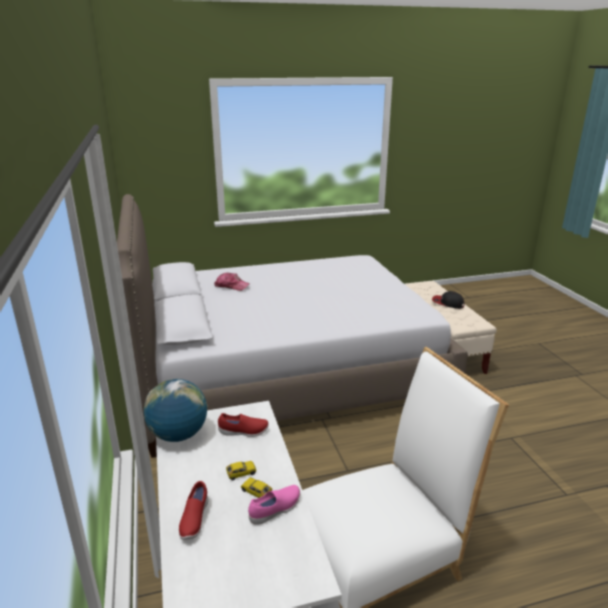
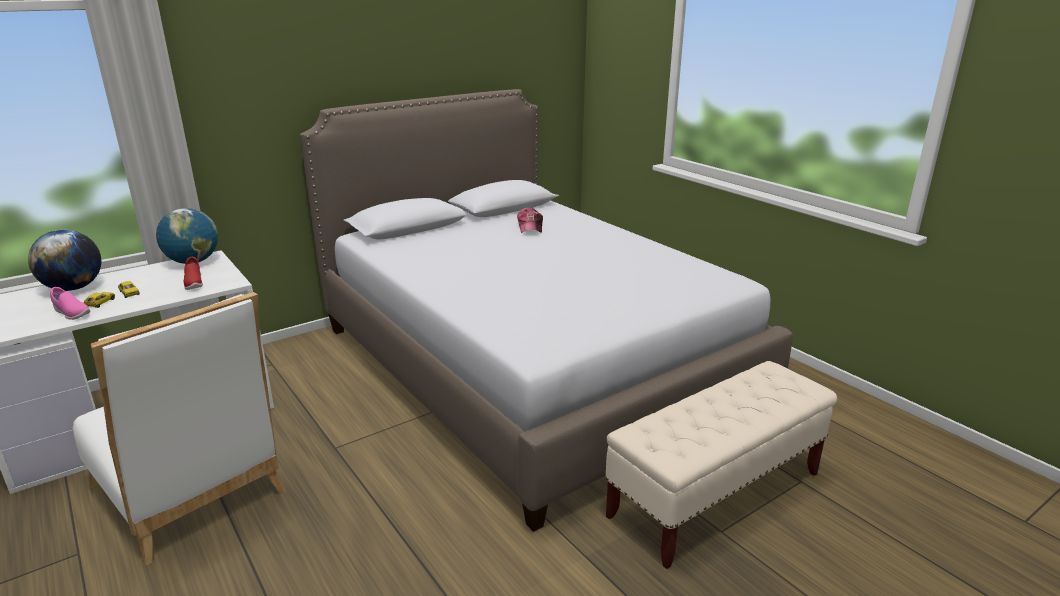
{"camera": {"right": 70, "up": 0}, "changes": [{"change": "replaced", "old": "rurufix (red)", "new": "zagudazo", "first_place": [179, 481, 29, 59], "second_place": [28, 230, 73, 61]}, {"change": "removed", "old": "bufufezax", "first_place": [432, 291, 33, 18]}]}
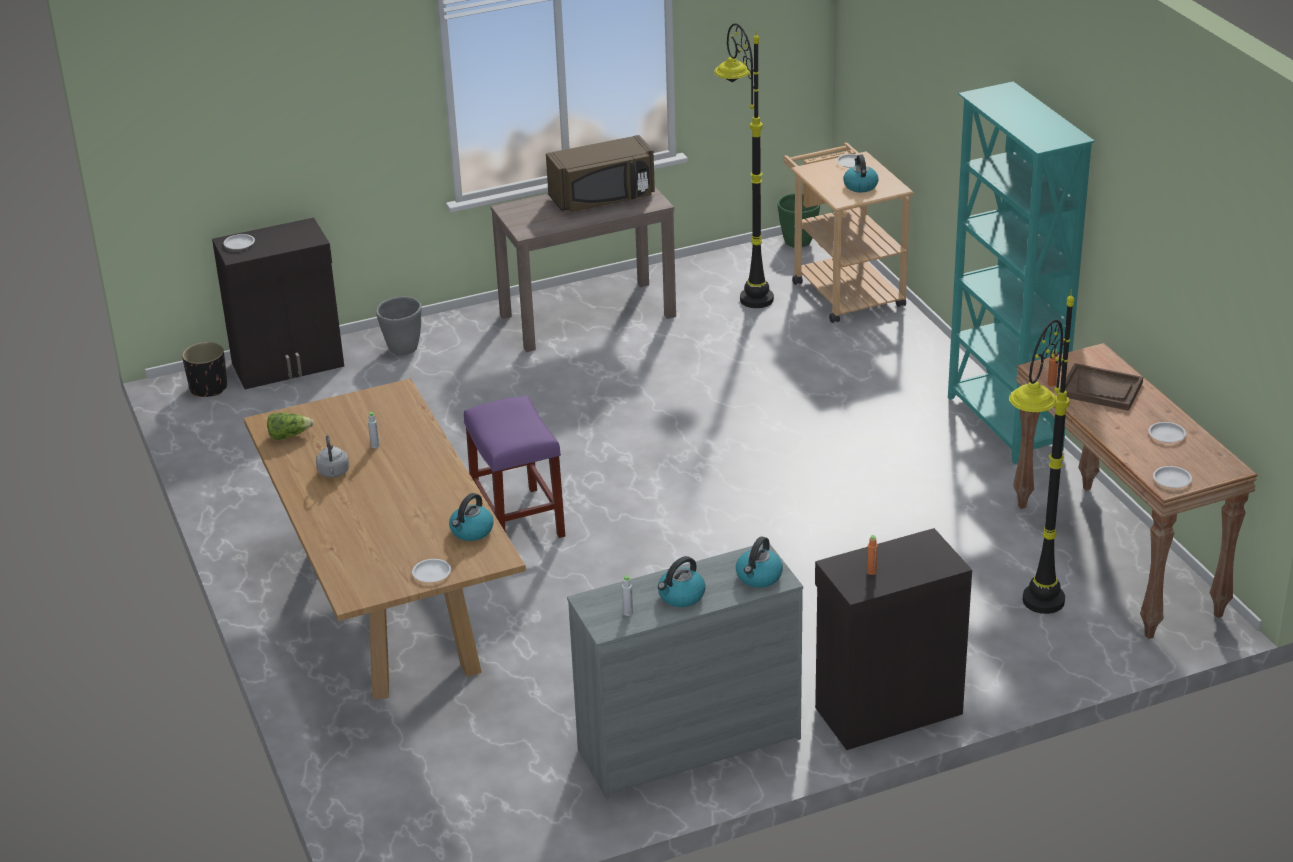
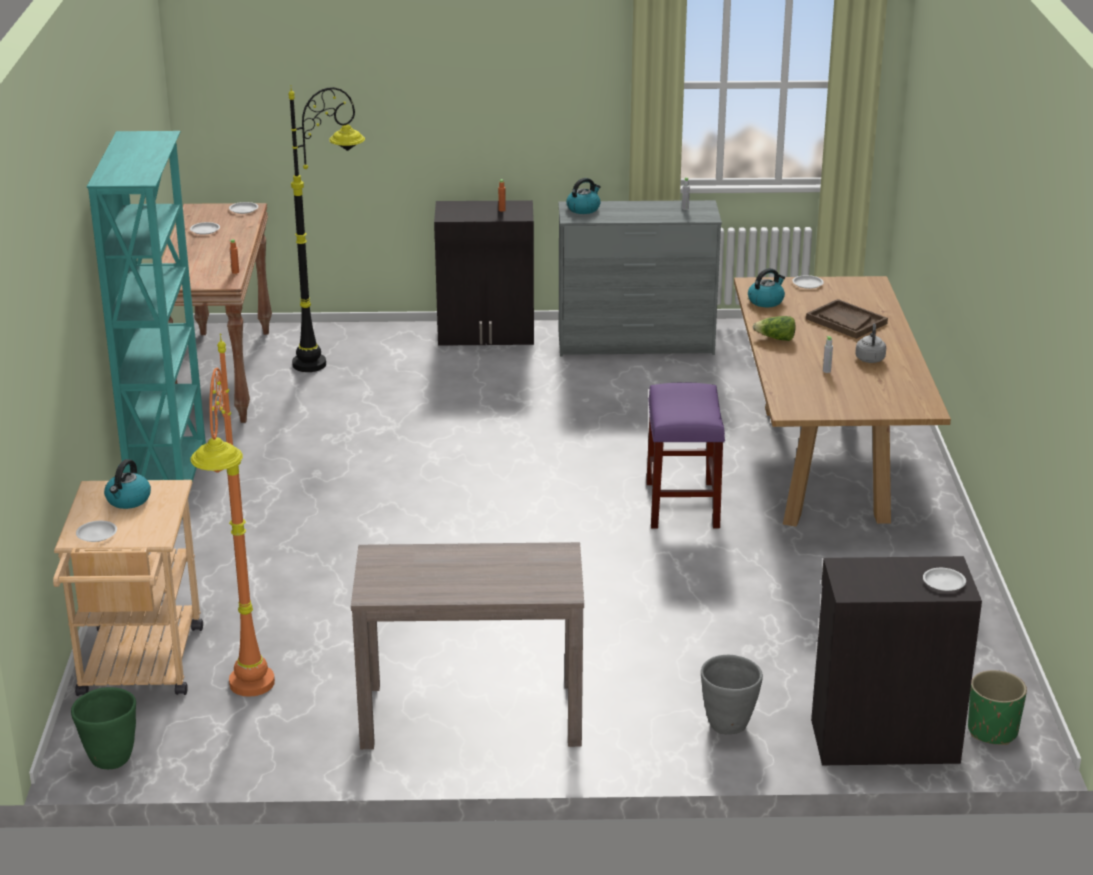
{"camera": {"right": -160, "up": -5}, "changes": [{"change": "recoloured", "old": "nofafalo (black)", "new": "nofafalo (green)", "first_place": [182, 342, 45, 55], "second_place": [968, 670, 59, 75]}, {"change": "moved", "old": "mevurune", "first_place": [267, 413, 47, 27], "second_place": [753, 316, 42, 25]}, {"change": "removed", "old": "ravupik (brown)", "first_place": [546, 135, 109, 77]}, {"change": "removed", "old": "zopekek", "first_place": [658, 556, 48, 51]}, {"change": "recoloured", "old": "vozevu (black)", "new": "vozevu (orange)", "first_place": [714, 23, 60, 285], "second_place": [191, 333, 84, 364]}, {"change": "moved", "old": "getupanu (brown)", "first_place": [1065, 363, 78, 48], "second_place": [806, 299, 82, 40]}]}
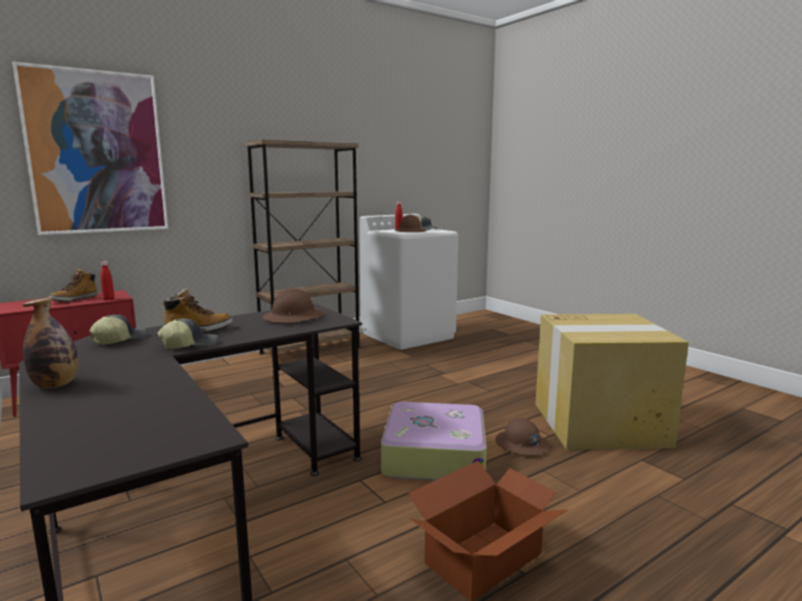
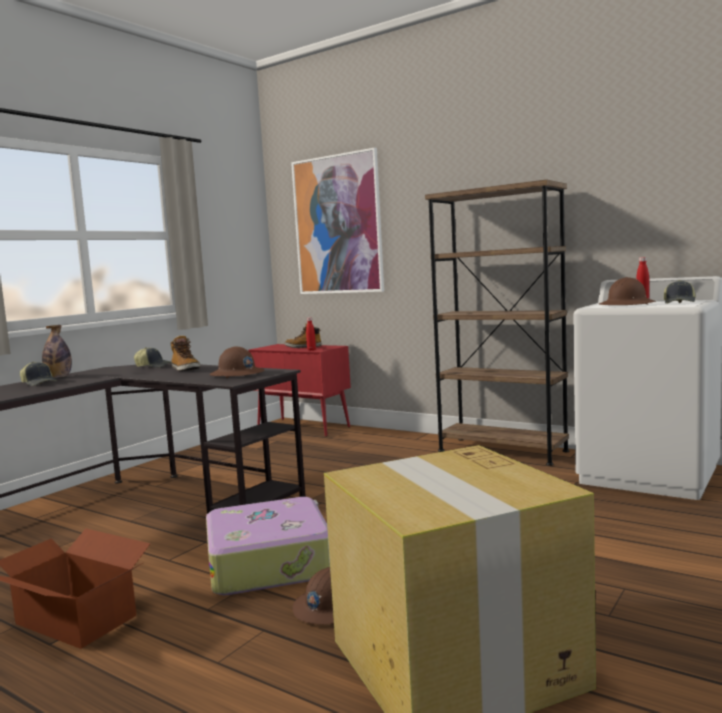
{"camera": {"right": 70, "up": -5}, "changes": [{"change": "moved", "old": "bufufezax", "first_place": [157, 319, 61, 30], "second_place": [20, 362, 37, 24]}]}
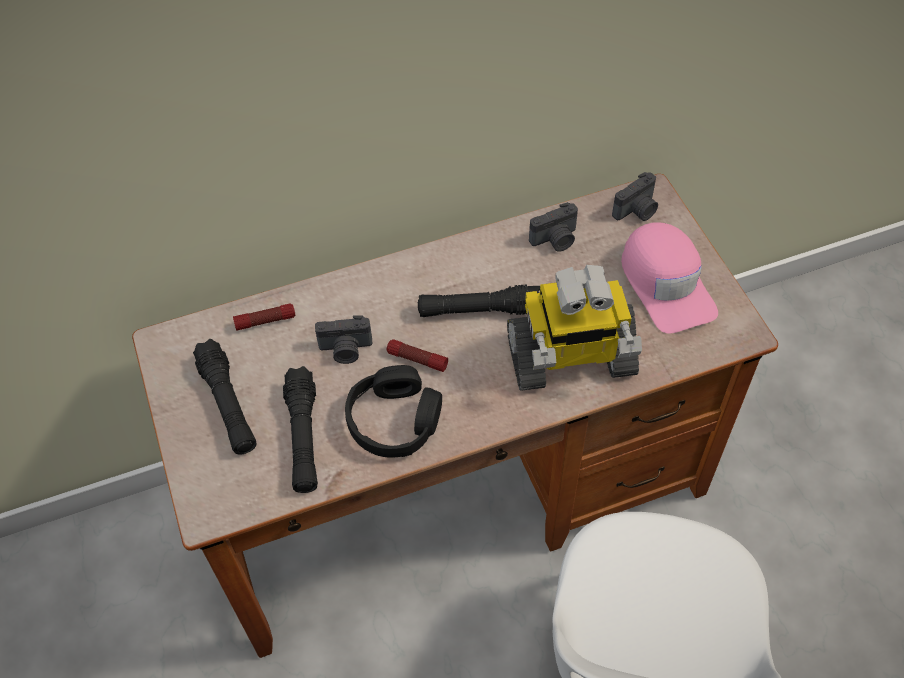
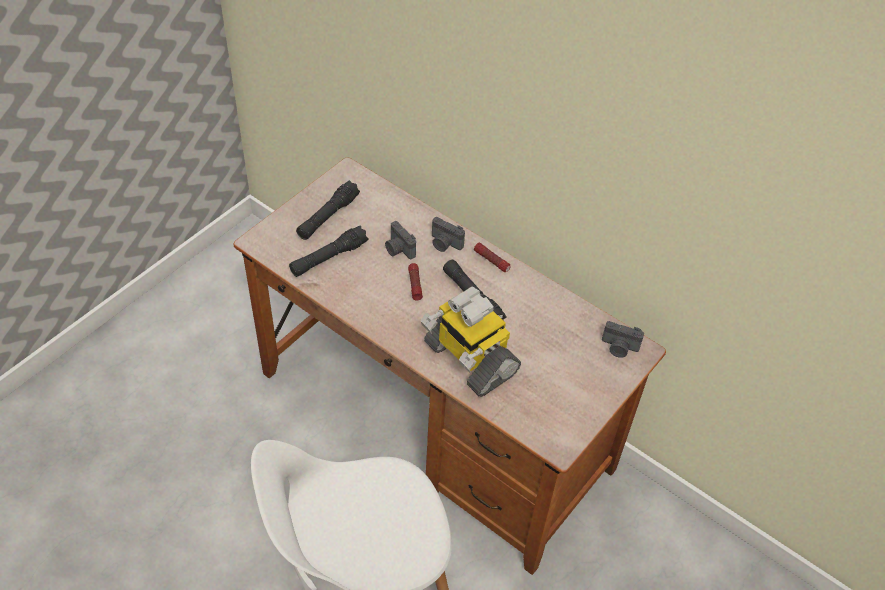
{"camera": {"right": 55, "up": -5}, "changes": [{"change": "moved", "old": "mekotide", "first_place": [233, 303, 62, 28], "second_place": [474, 242, 37, 30]}, {"change": "removed", "old": "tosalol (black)", "first_place": [345, 365, 97, 93]}, {"change": "moved", "old": "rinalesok", "first_place": [529, 202, 49, 49], "second_place": [432, 217, 33, 35]}, {"change": "removed", "old": "bufufezax (pink)", "first_place": [621, 222, 97, 112]}]}
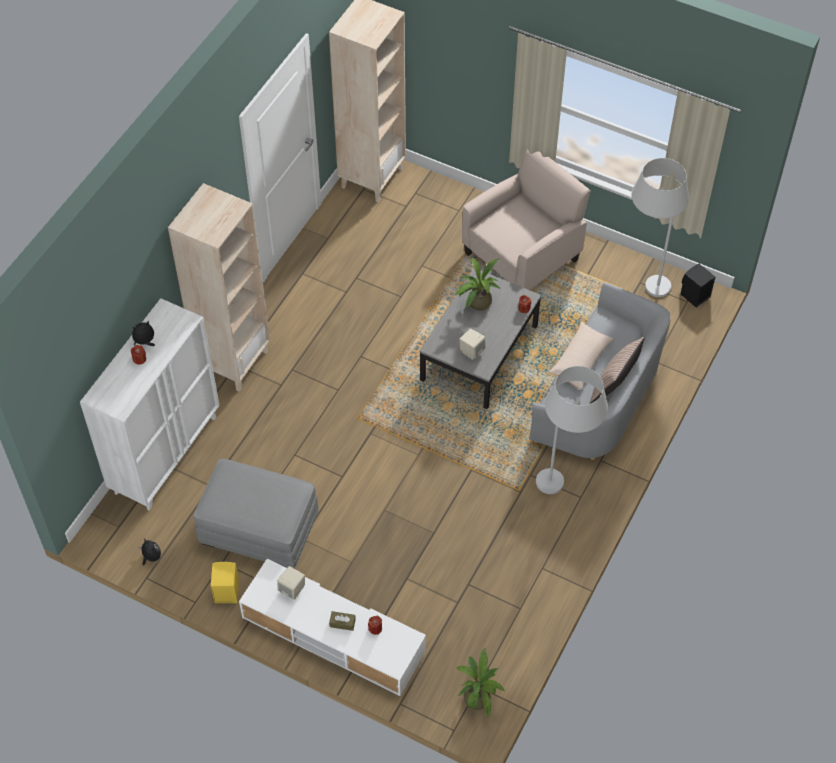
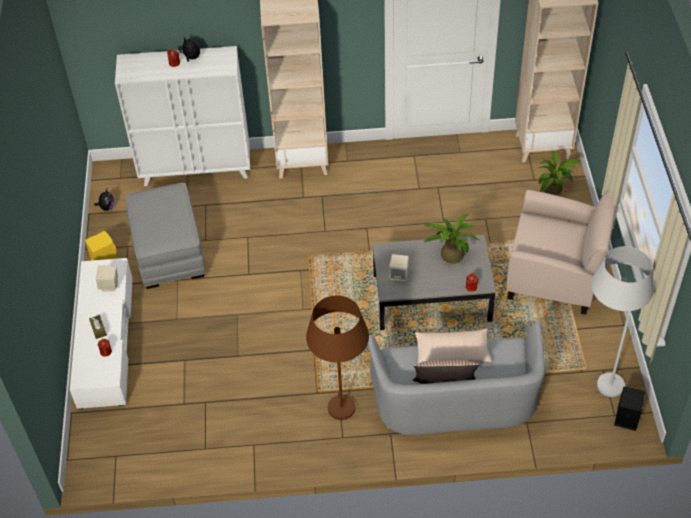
{"camera": {"right": 60, "up": -5}, "changes": [{"change": "moved", "old": "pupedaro", "first_place": [456, 649, 48, 69], "second_place": [538, 151, 42, 45]}, {"change": "recoloured", "old": "vozevu (white)", "new": "vozevu (brown)", "first_place": [536, 366, 72, 128], "second_place": [306, 296, 63, 124]}]}
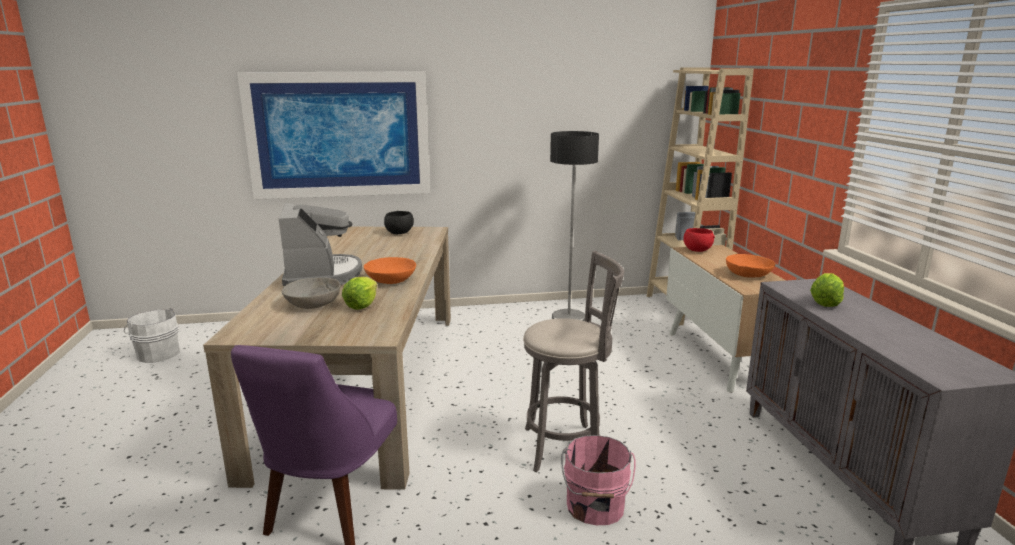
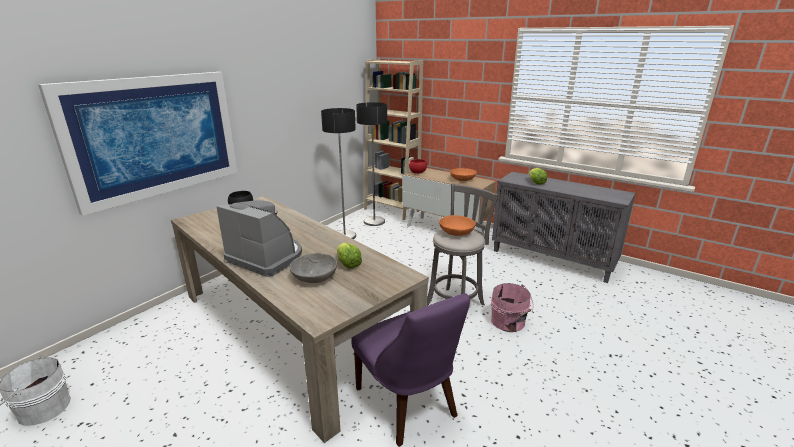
{"camera": {"right": -45, "up": 5}, "changes": [{"change": "moved", "old": "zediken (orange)", "first_place": [364, 257, 52, 27], "second_place": [439, 215, 37, 21]}, {"change": "added", "new": "vozevu", "second_place": [356, 102, 31, 124]}]}
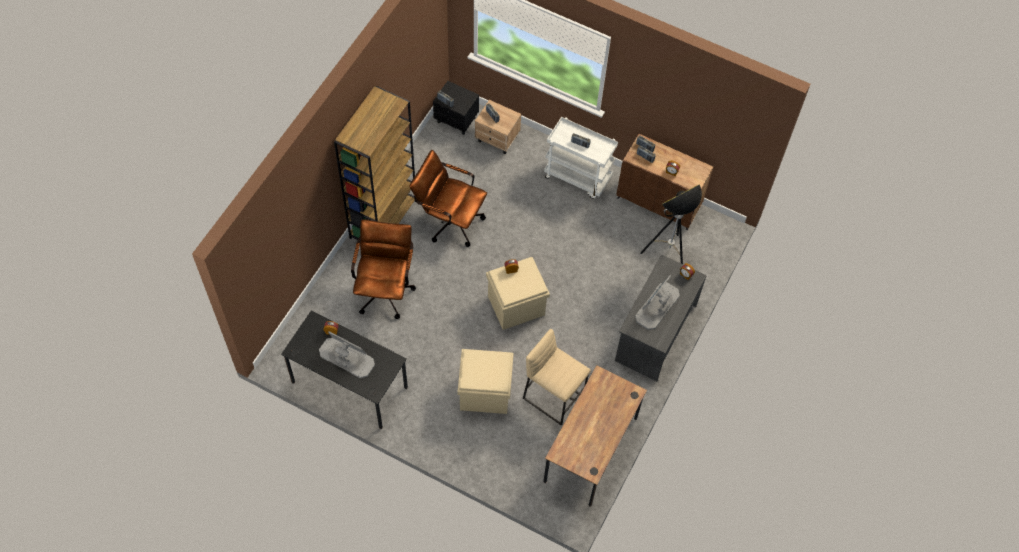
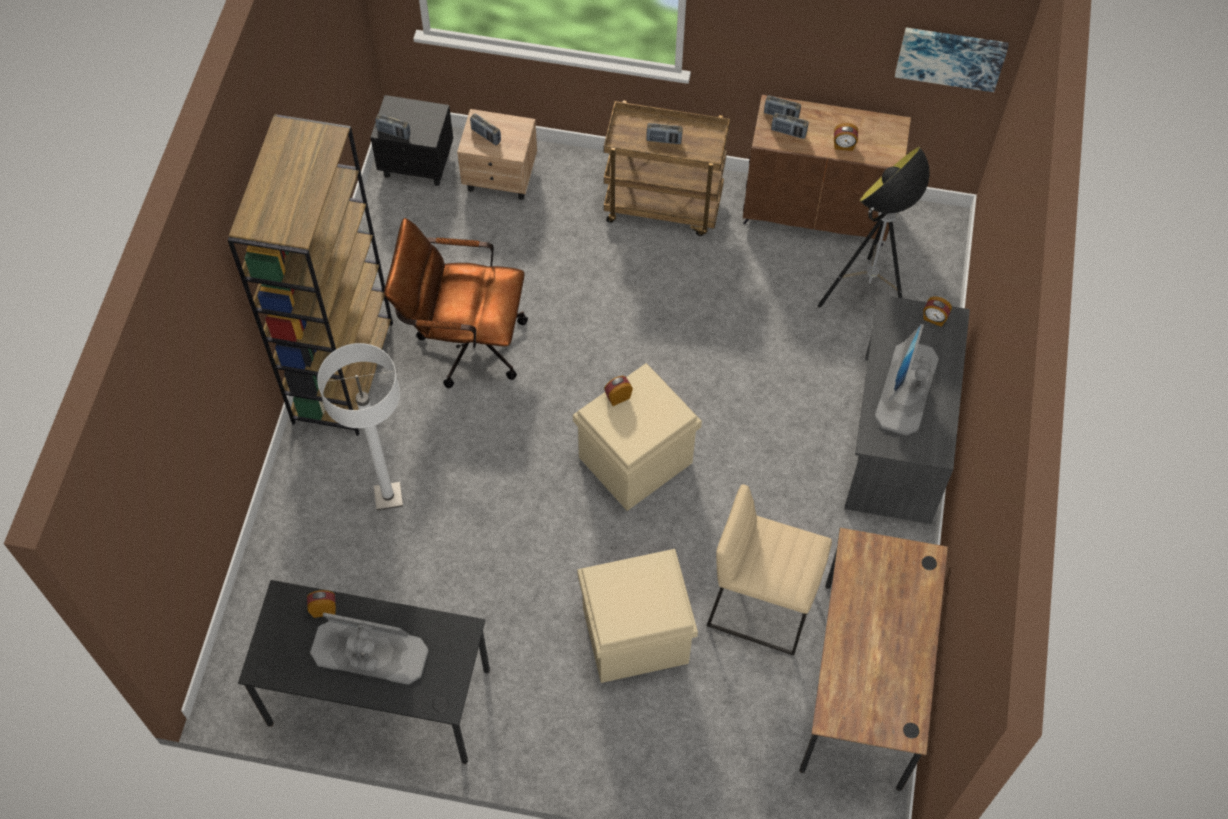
{"camera": {"right": -15, "up": 0}, "changes": [{"change": "replaced", "old": "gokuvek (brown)", "new": "vozevu (white)", "first_place": [351, 219, 65, 100], "second_place": [317, 343, 86, 168]}, {"change": "recoloured", "old": "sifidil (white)", "new": "sifidil (brown)", "first_place": [544, 117, 74, 82], "second_place": [604, 101, 126, 135]}, {"change": "added", "new": "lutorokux", "second_place": [895, 28, 114, 64]}]}
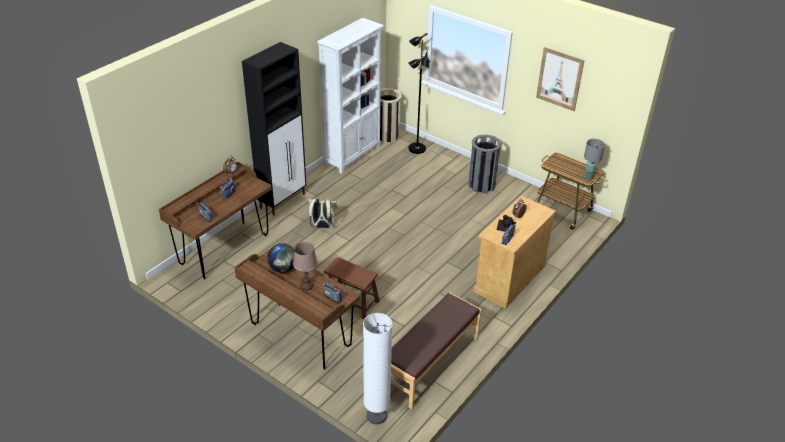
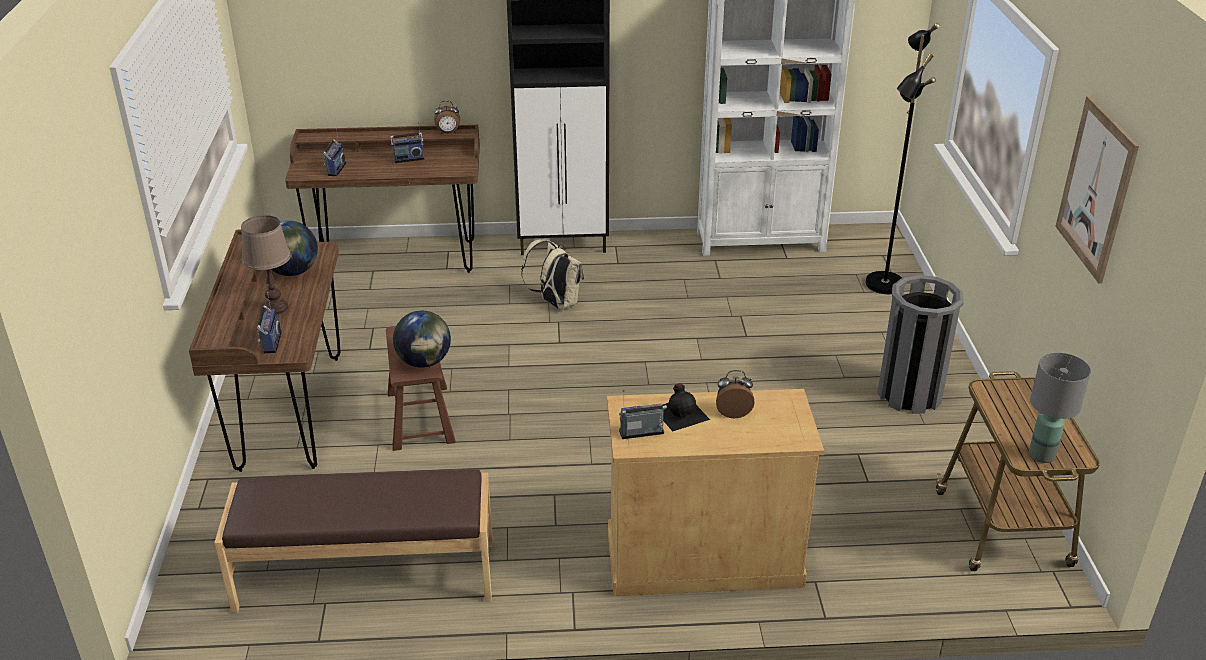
{"camera": {"right": 50, "up": -5}, "changes": [{"change": "removed", "old": "vozevu (white)", "first_place": [363, 313, 30, 112]}, {"change": "removed", "old": "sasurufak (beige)", "first_place": [380, 88, 22, 55]}, {"change": "added", "new": "zagudazo", "second_place": [393, 311, 58, 57]}]}
